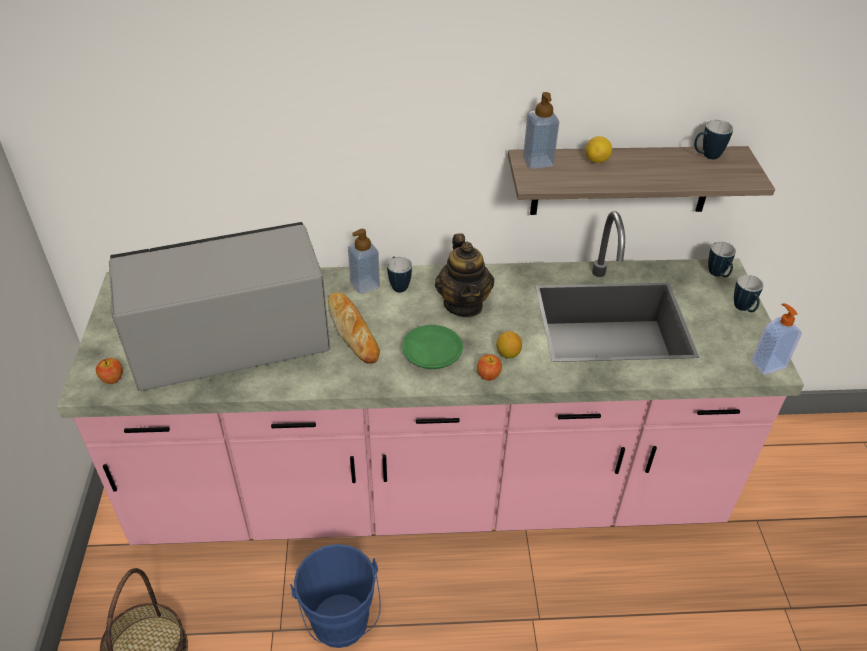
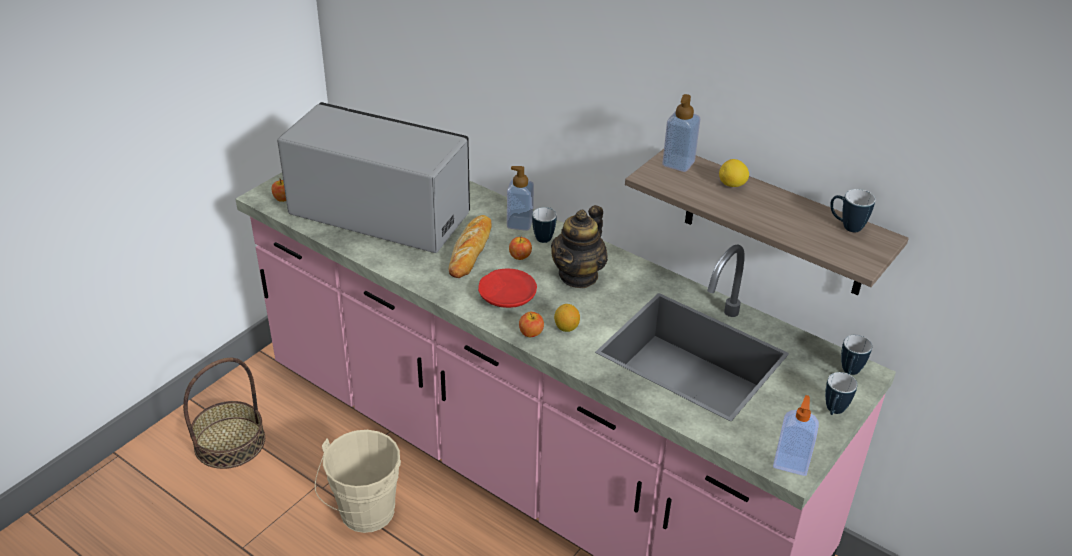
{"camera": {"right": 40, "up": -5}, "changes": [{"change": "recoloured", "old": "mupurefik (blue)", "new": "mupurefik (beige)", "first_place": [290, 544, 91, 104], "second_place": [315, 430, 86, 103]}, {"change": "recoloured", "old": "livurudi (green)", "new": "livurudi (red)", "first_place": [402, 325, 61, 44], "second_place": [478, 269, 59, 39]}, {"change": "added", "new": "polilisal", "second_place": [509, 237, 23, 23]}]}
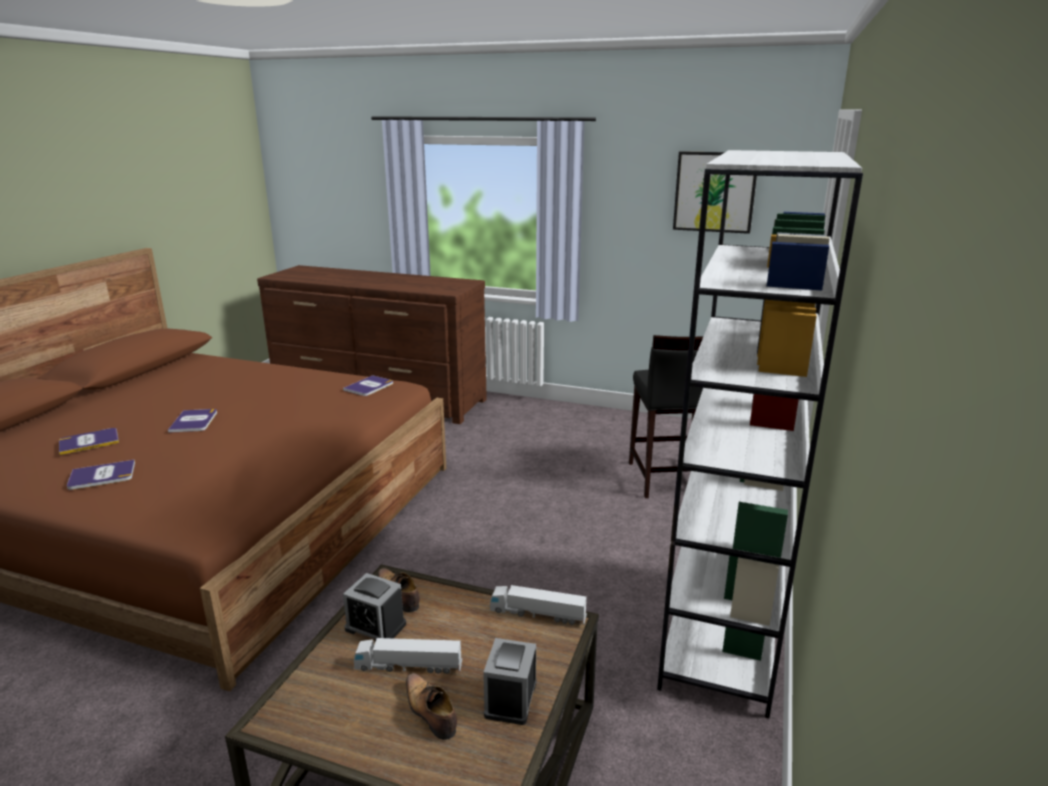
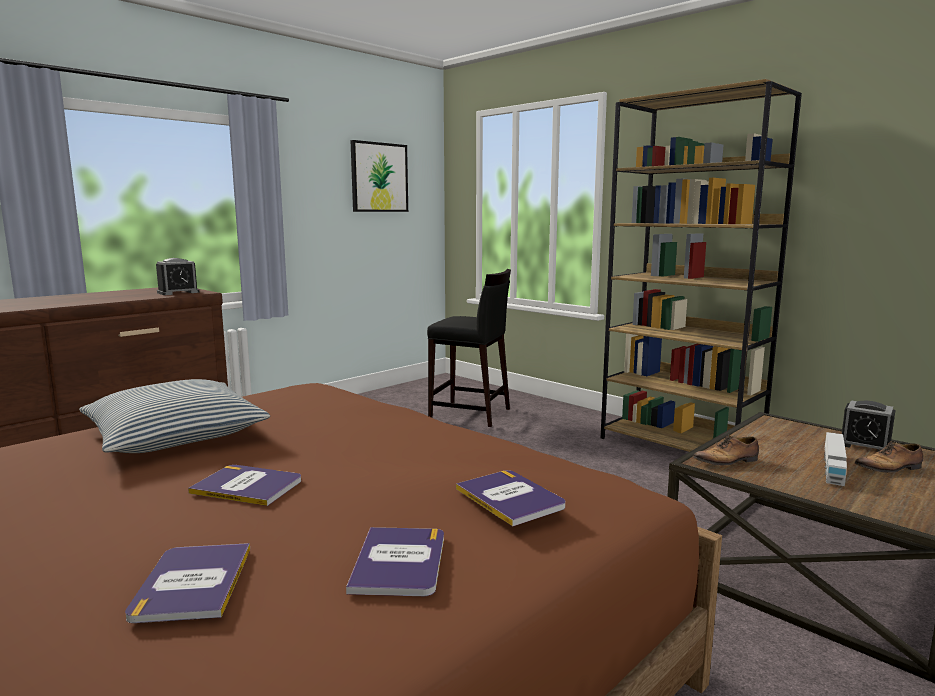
{"camera": {"right": -65, "up": -10}, "changes": [{"change": "moved", "old": "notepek", "first_place": [343, 375, 50, 21], "second_place": [456, 470, 109, 56]}, {"change": "moved", "old": "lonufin", "first_place": [343, 573, 63, 69], "second_place": [156, 258, 44, 37]}, {"change": "removed", "old": "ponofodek", "first_place": [490, 585, 97, 40]}, {"change": "recoloured", "old": "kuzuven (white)", "new": "kuzuven (brown)", "first_place": [657, 150, 206, 568], "second_place": [601, 79, 201, 373]}, {"change": "added", "new": "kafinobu", "second_place": [79, 379, 191, 74]}]}
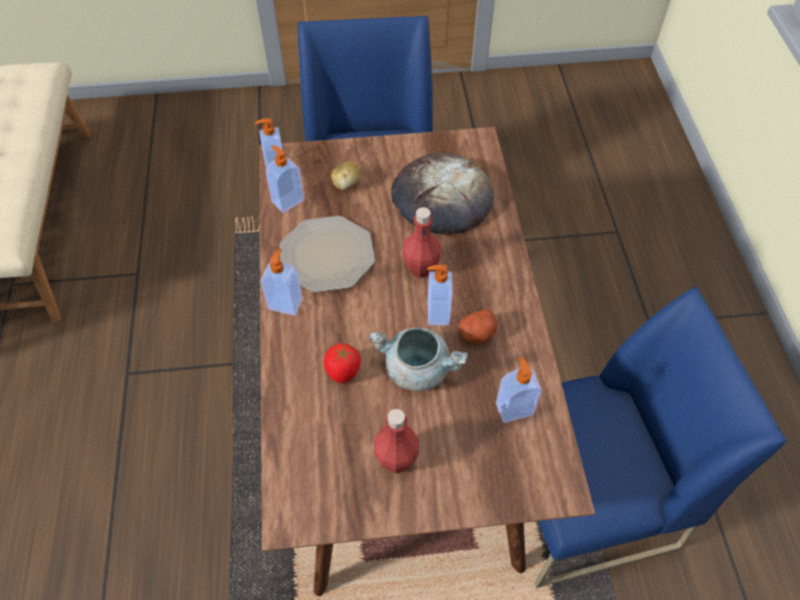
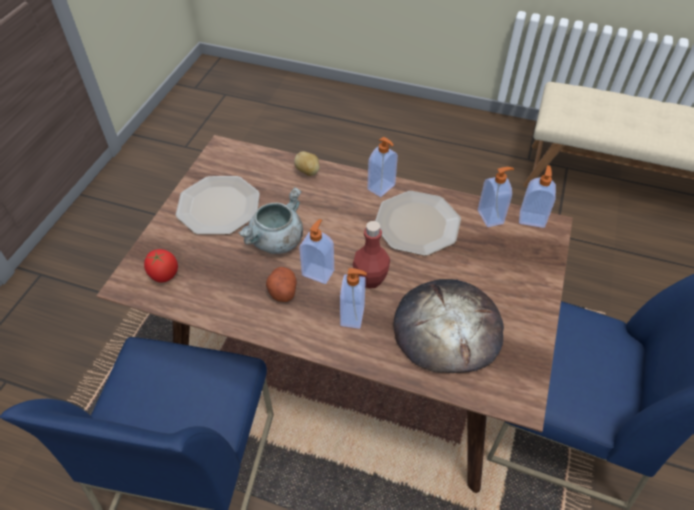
{"camera": {"right": 115, "up": -5}, "changes": [{"change": "moved", "old": "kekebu", "first_place": [324, 343, 37, 40], "second_place": [144, 249, 34, 33]}, {"change": "moved", "old": "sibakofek", "first_place": [331, 161, 29, 29], "second_place": [294, 152, 26, 24]}, {"change": "replaced", "old": "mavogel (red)", "new": "livurudi", "first_place": [374, 409, 45, 64], "second_place": [176, 176, 84, 59]}, {"change": "moved", "old": "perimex", "first_place": [496, 357, 46, 66], "second_place": [340, 268, 27, 61]}]}
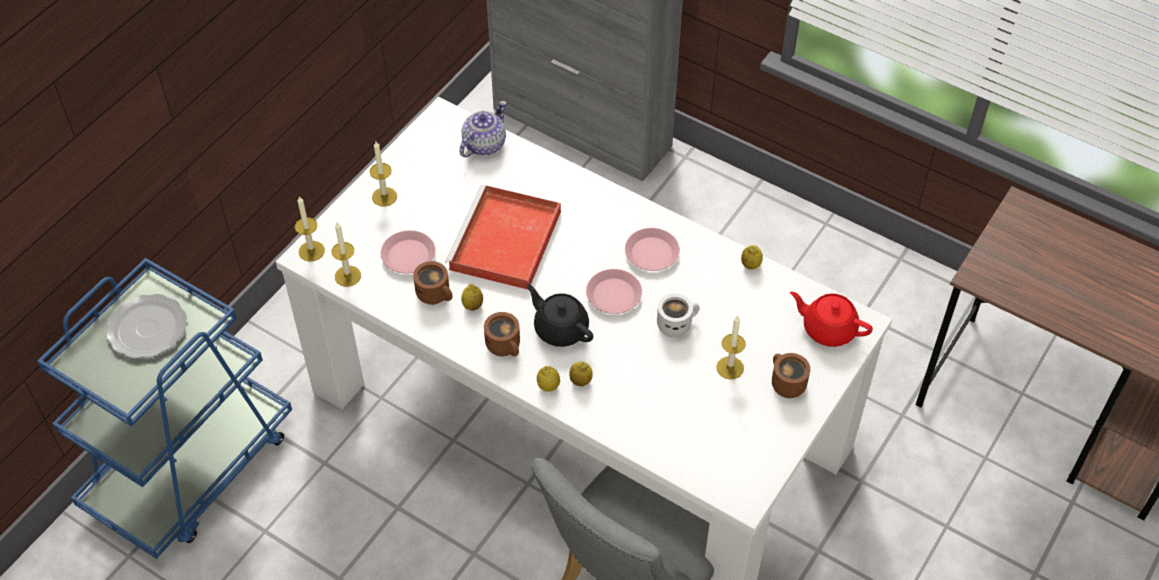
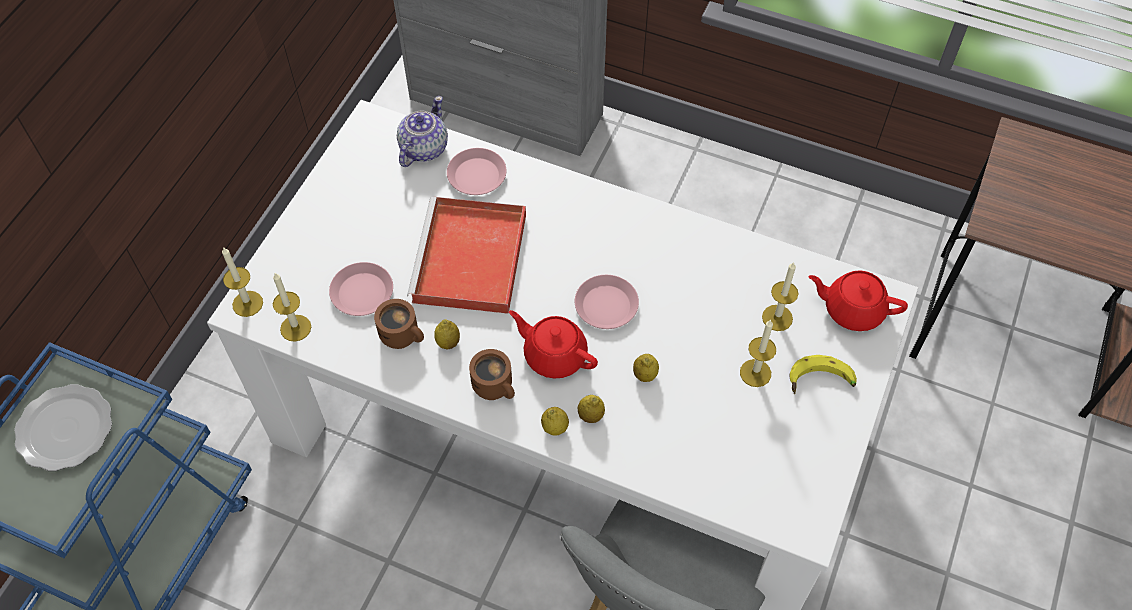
{"camera": {"right": -10, "up": 5}, "changes": [{"change": "moved", "old": "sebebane", "first_place": [370, 142, 27, 65], "second_place": [762, 262, 36, 69]}, {"change": "recoloured", "old": "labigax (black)", "new": "labigax (red)", "first_place": [526, 284, 67, 63], "second_place": [509, 310, 89, 69]}, {"change": "moved", "old": "livurudi (pink)", "first_place": [625, 228, 55, 43], "second_place": [447, 148, 60, 47]}, {"change": "removed", "old": "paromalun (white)", "first_place": [657, 293, 43, 44]}, {"change": "moved", "old": "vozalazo", "first_place": [741, 245, 22, 24], "second_place": [633, 354, 26, 28]}, {"change": "replaced", "old": "paromalun (brown)", "new": "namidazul", "first_place": [772, 353, 38, 45], "second_place": [789, 355, 68, 39]}]}
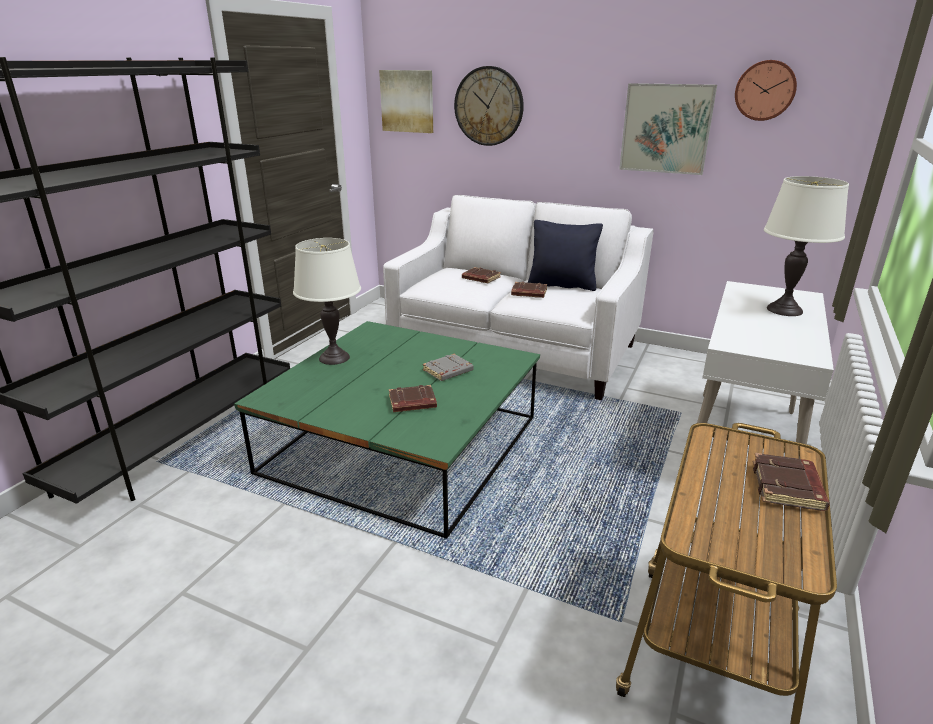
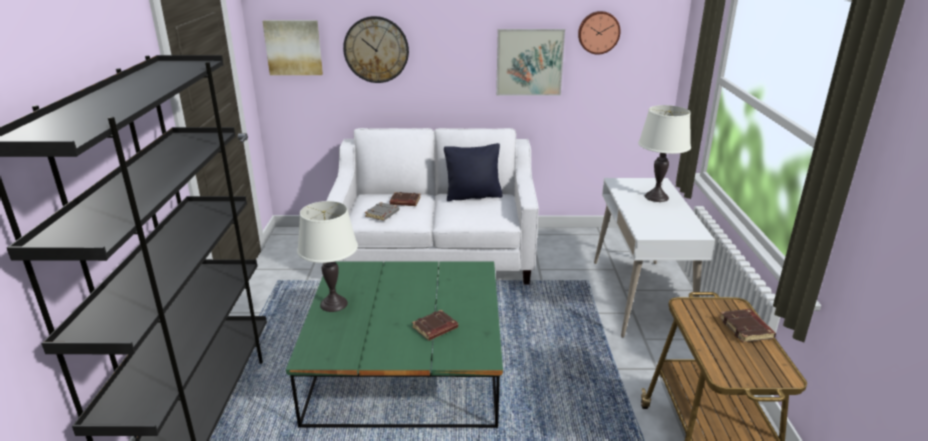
{"camera": {"right": -25, "up": 0}, "changes": [{"change": "moved", "old": "notepek (grey)", "first_place": [423, 354, 51, 27], "second_place": [365, 202, 35, 19]}, {"change": "removed", "old": "notepek (brown)", "first_place": [511, 282, 36, 16]}]}
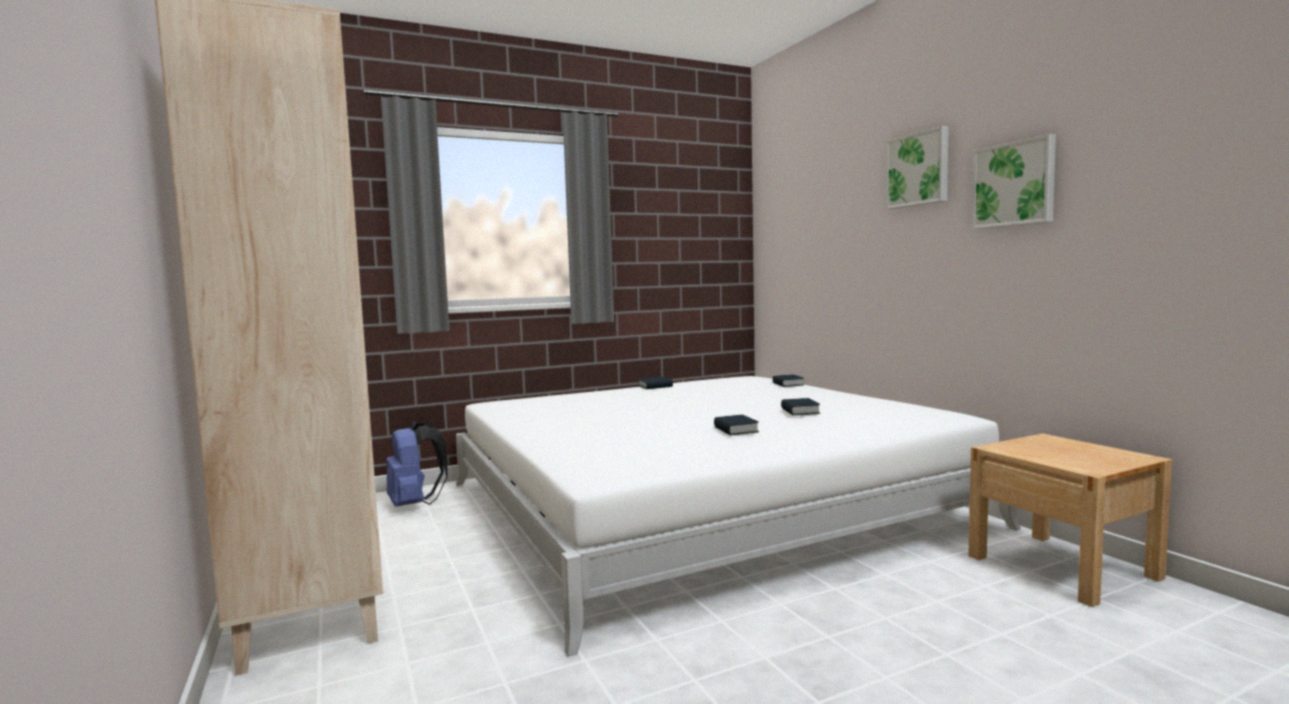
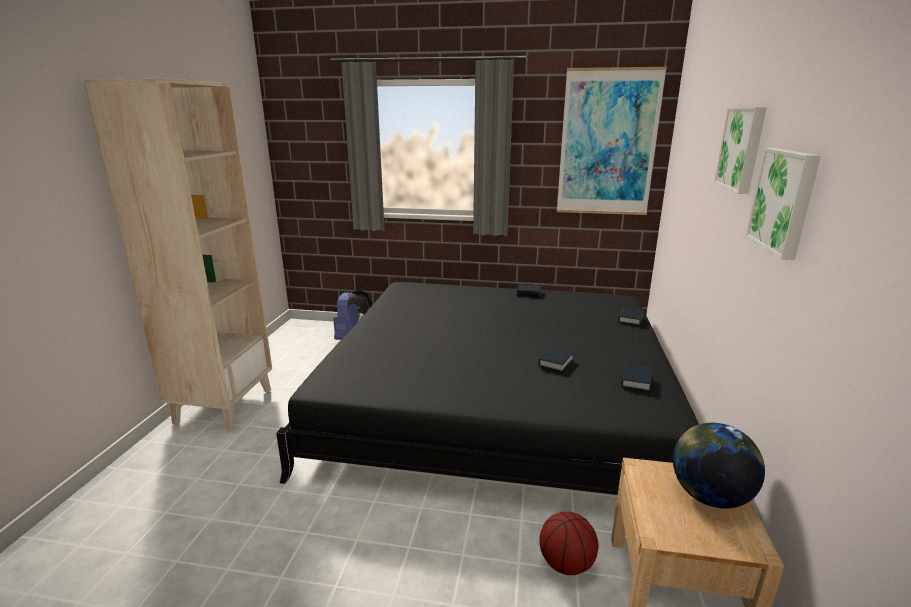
{"camera": {"right": 35, "up": 15}, "changes": [{"change": "recoloured", "old": "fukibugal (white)", "new": "fukibugal (black)", "first_place": [456, 376, 565, 281], "second_place": [276, 282, 423, 213]}, {"change": "moved", "old": "notepek", "first_place": [714, 415, 45, 21], "second_place": [622, 364, 30, 27]}, {"change": "added", "new": "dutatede", "second_place": [539, 511, 59, 64]}, {"change": "added", "new": "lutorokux", "second_place": [557, 67, 110, 148]}, {"change": "added", "new": "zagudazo", "second_place": [673, 423, 92, 85]}]}
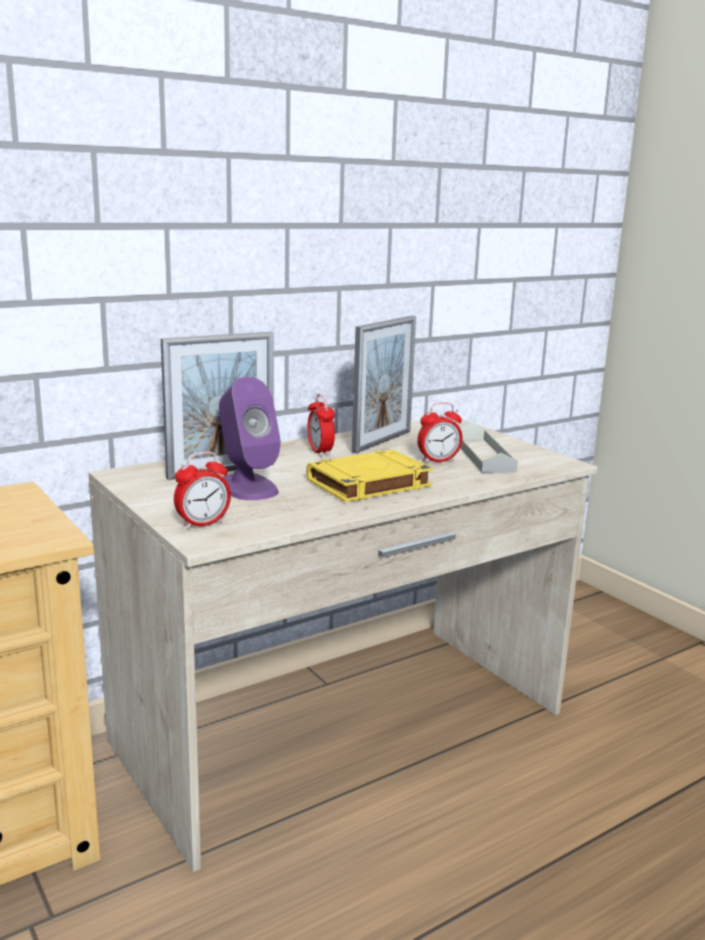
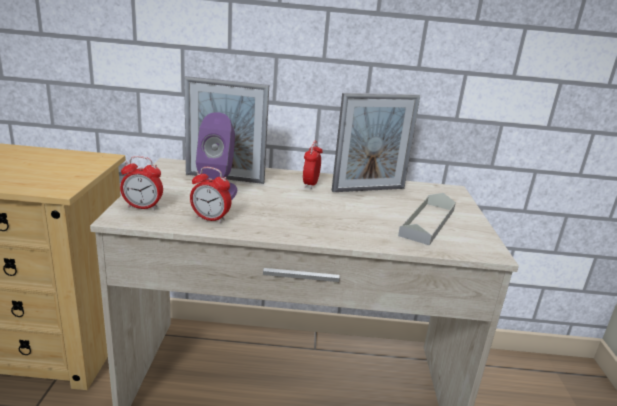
{"camera": {"right": 35, "up": 5}, "changes": [{"change": "removed", "old": "notepek (yellow)", "first_place": [306, 450, 127, 52]}, {"change": "moved", "old": "lonufin", "first_place": [418, 402, 45, 61], "second_place": [190, 167, 41, 56]}]}
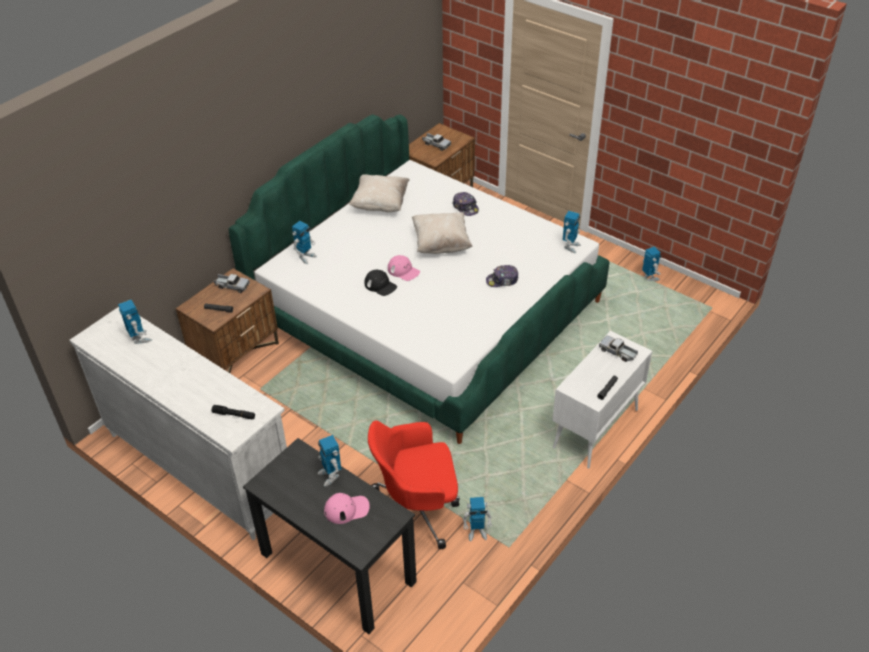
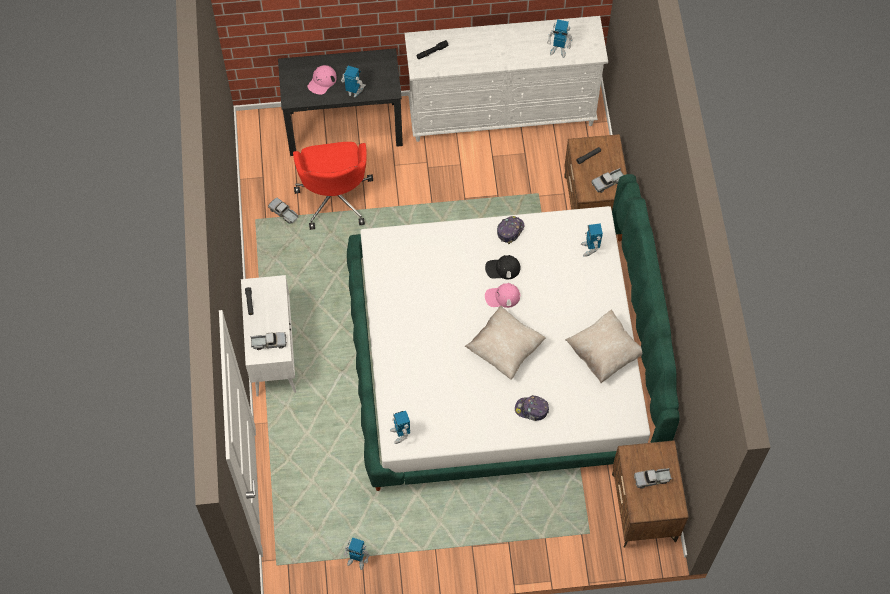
{"camera": {"right": 135, "up": 20}, "changes": [{"change": "turned", "old": "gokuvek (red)", "first_place": [368, 420, 92, 129], "second_place": [293, 142, 80, 88], "degrees": 135}, {"change": "replaced", "old": "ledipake", "new": "ponofodek", "first_place": [463, 497, 29, 44], "second_place": [268, 197, 30, 27]}, {"change": "moved", "old": "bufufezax", "first_place": [486, 265, 32, 22], "second_place": [497, 216, 27, 28]}]}
